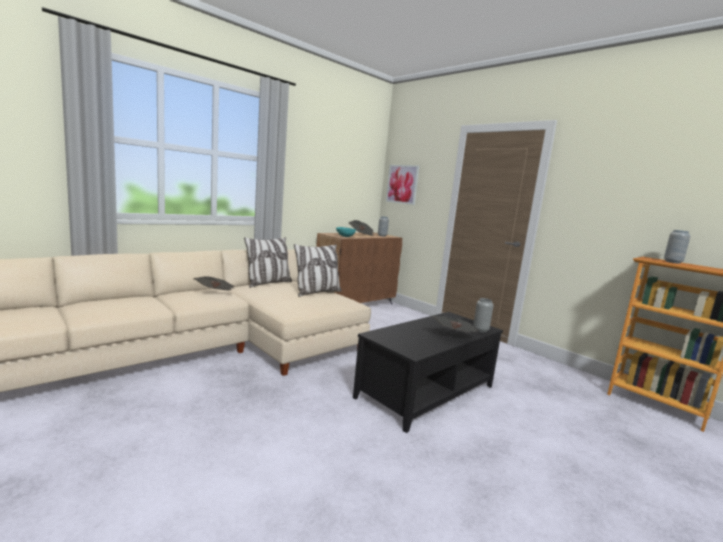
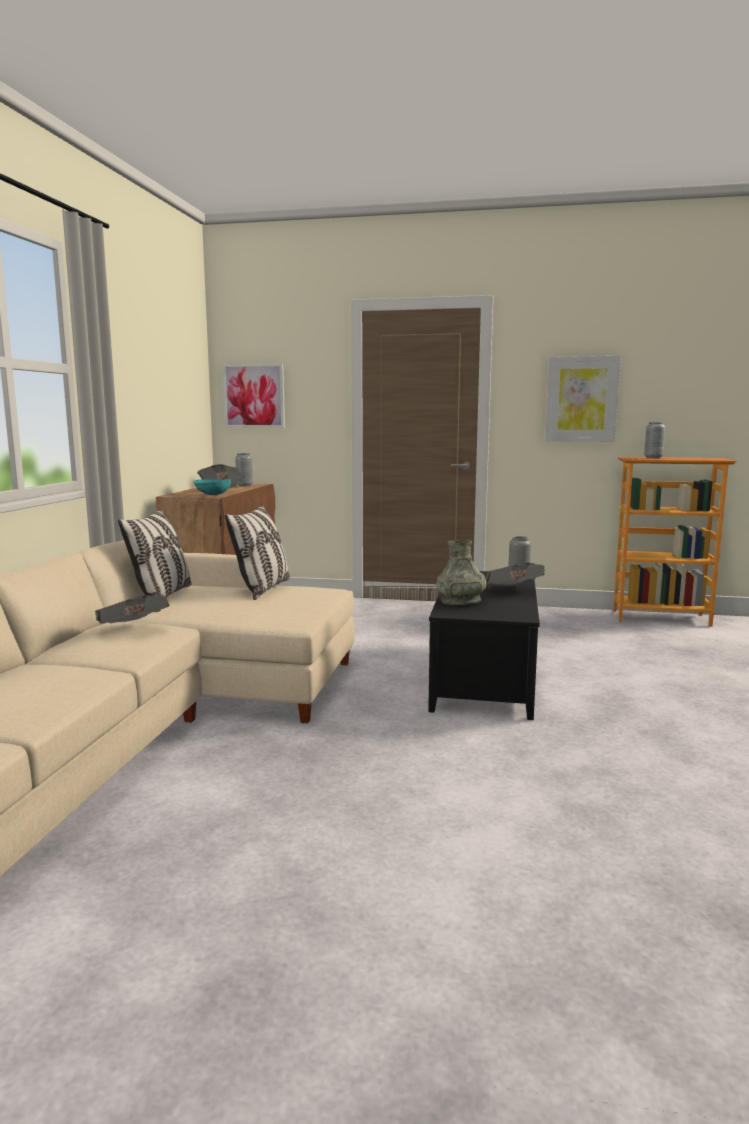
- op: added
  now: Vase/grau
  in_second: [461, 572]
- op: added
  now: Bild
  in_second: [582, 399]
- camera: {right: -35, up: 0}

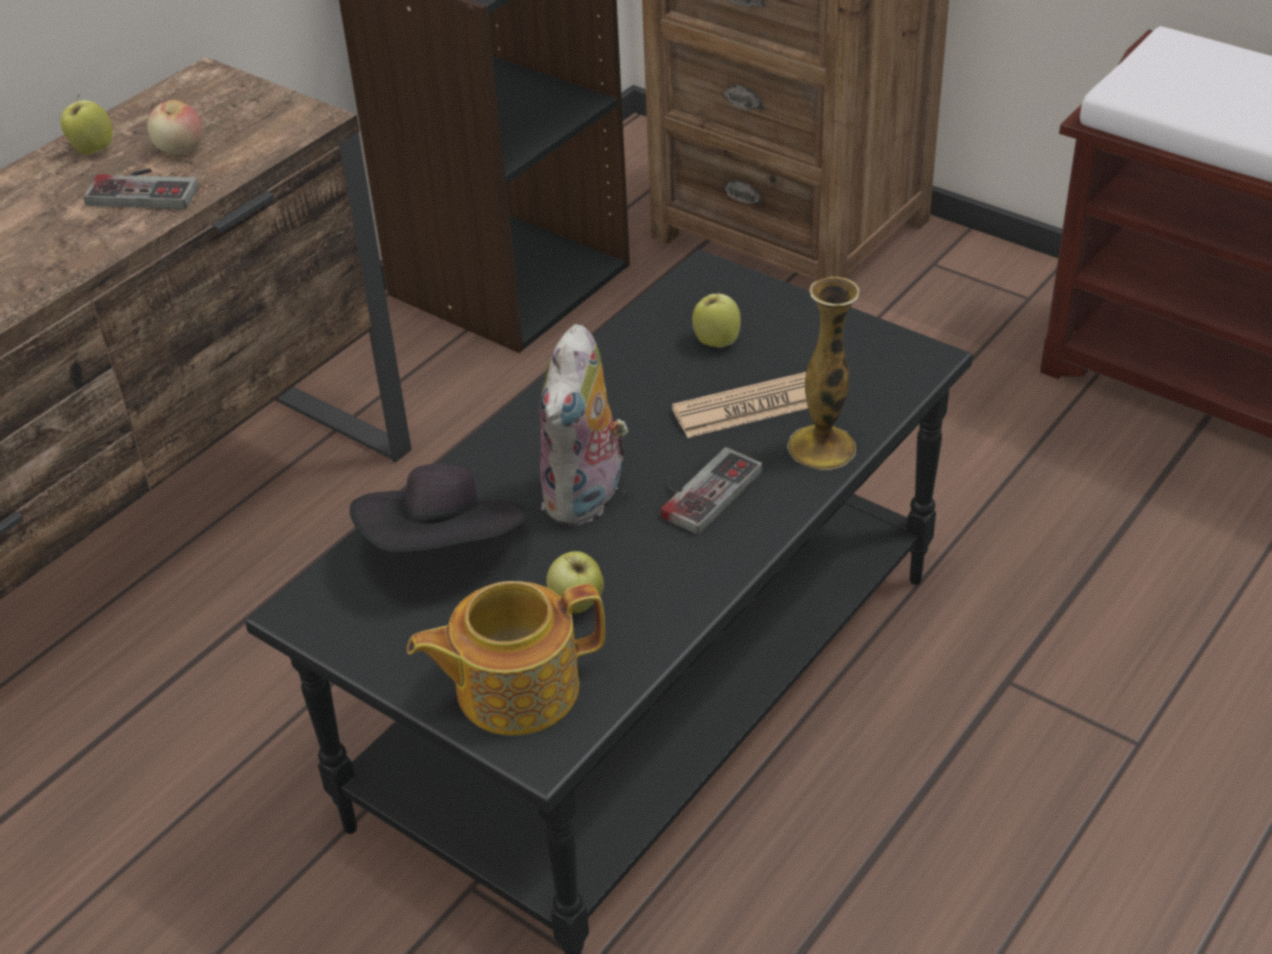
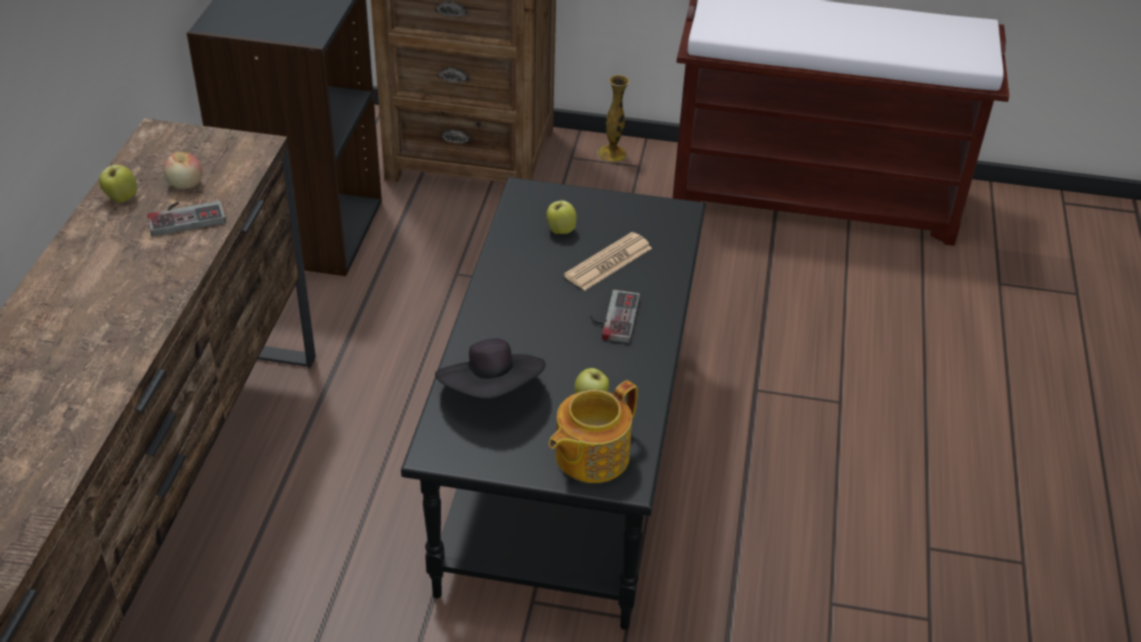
- op: removed
  was: Plüschtier
  in_first: [583, 425]
- op: moved
  was: Vase
  in_first: [823, 373]
  in_second: [613, 118]
- camera: {right: -30, up: 0}

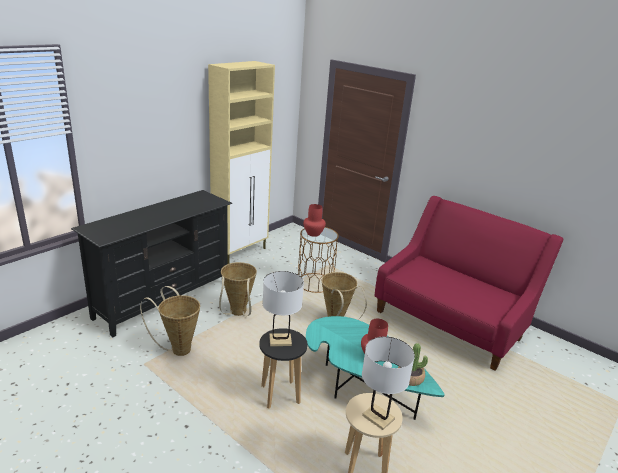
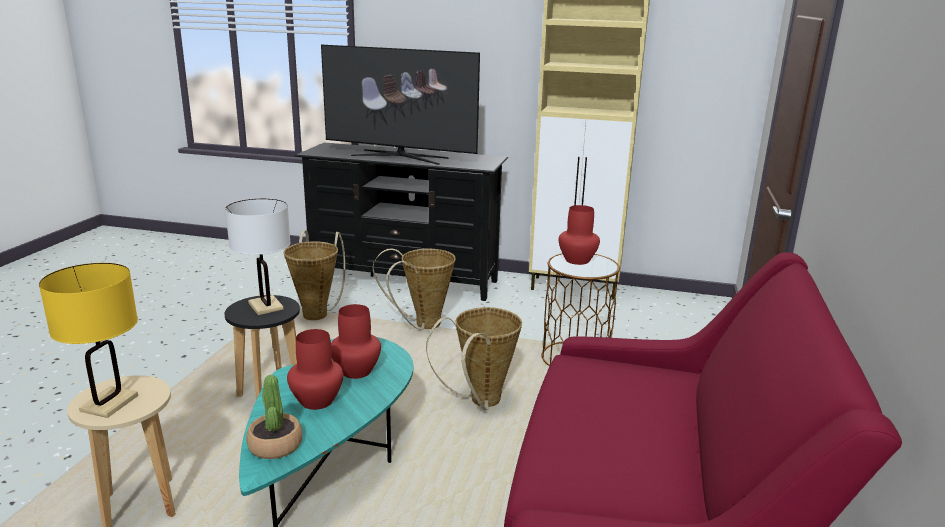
- op: recoloured
  was: Tischlampe/weiß
  now: Tischlampe/gelb
  in_first: [388, 383]
  in_second: [88, 340]
- op: added
  now: Fernseher
  in_second: [400, 105]
- op: added
  now: Vase/rot
  in_second: [356, 341]
- camera: {right: 65, up: -5}

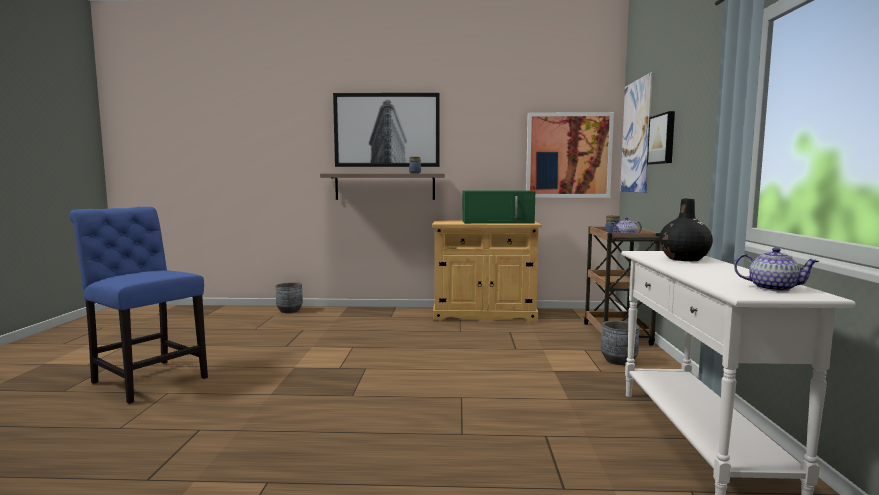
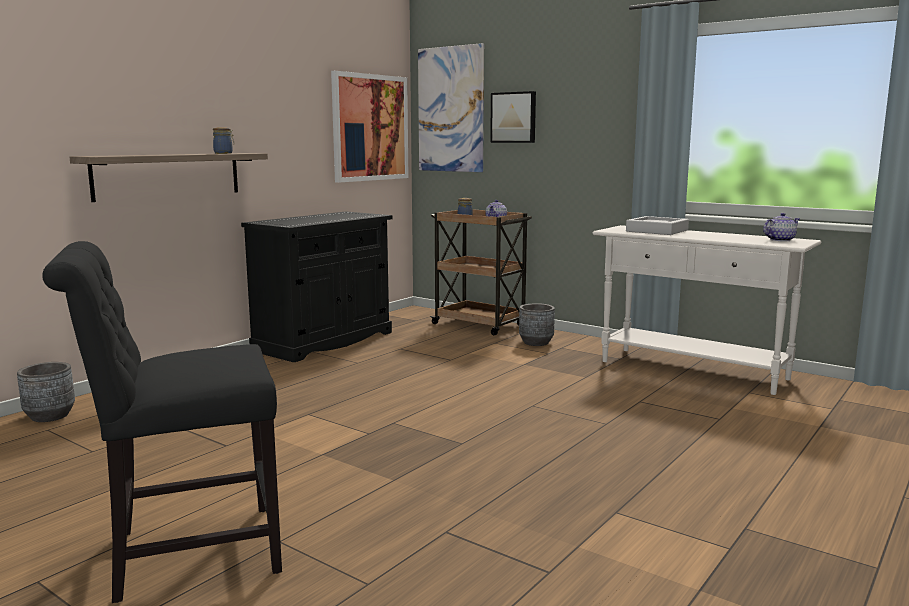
- op: recoloured
  was: Stuhl/blau
  now: Stuhl/schwarz
  in_first: [138, 305]
  in_second: [162, 422]
- op: removed
  was: Bild
  in_first: [386, 130]
- op: recoloured
  was: Schrank/beige
  now: Schrank/schwarz
  in_first: [487, 270]
  in_second: [316, 287]
- op: removed
  was: Mikrowelle/grün
  in_first: [498, 207]
- op: replaced
  was: Vase/schwarz
  now: Tablett/grau
  in_first: [686, 230]
  in_second: [657, 225]
- camera: {right: -55, up: 5}

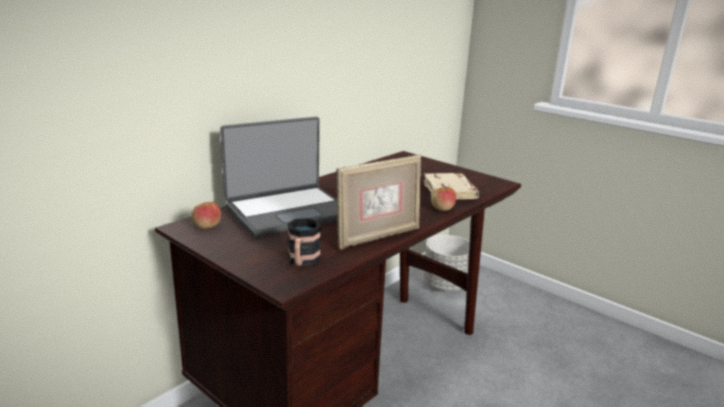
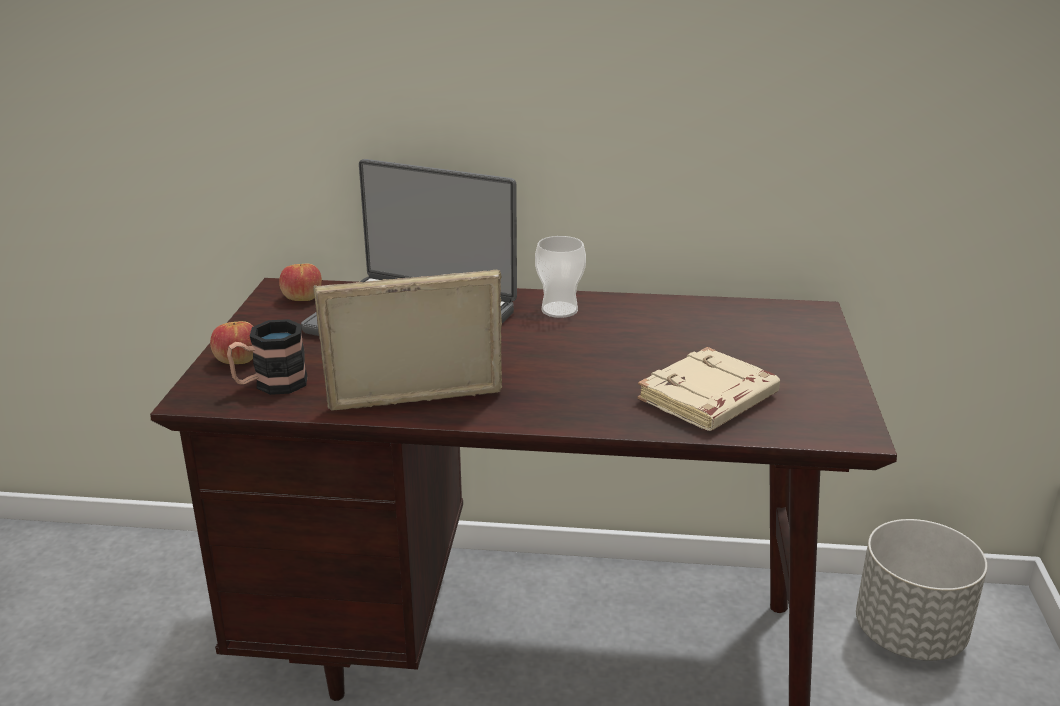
- op: turned
  was: Bilderrahmen
  in_first: [378, 202]
  in_second: [407, 340]
  clockwise: 150
- op: moved
  was: Apfel
  in_first: [443, 199]
  in_second: [231, 342]
- op: added
  now: Tasse
  in_second: [560, 277]
- camera: {right: 55, up: 5}

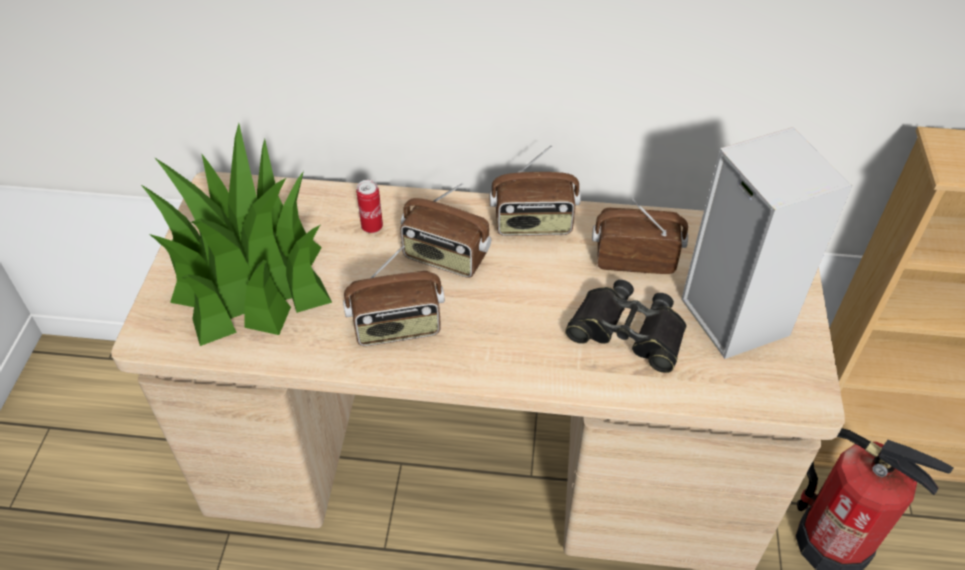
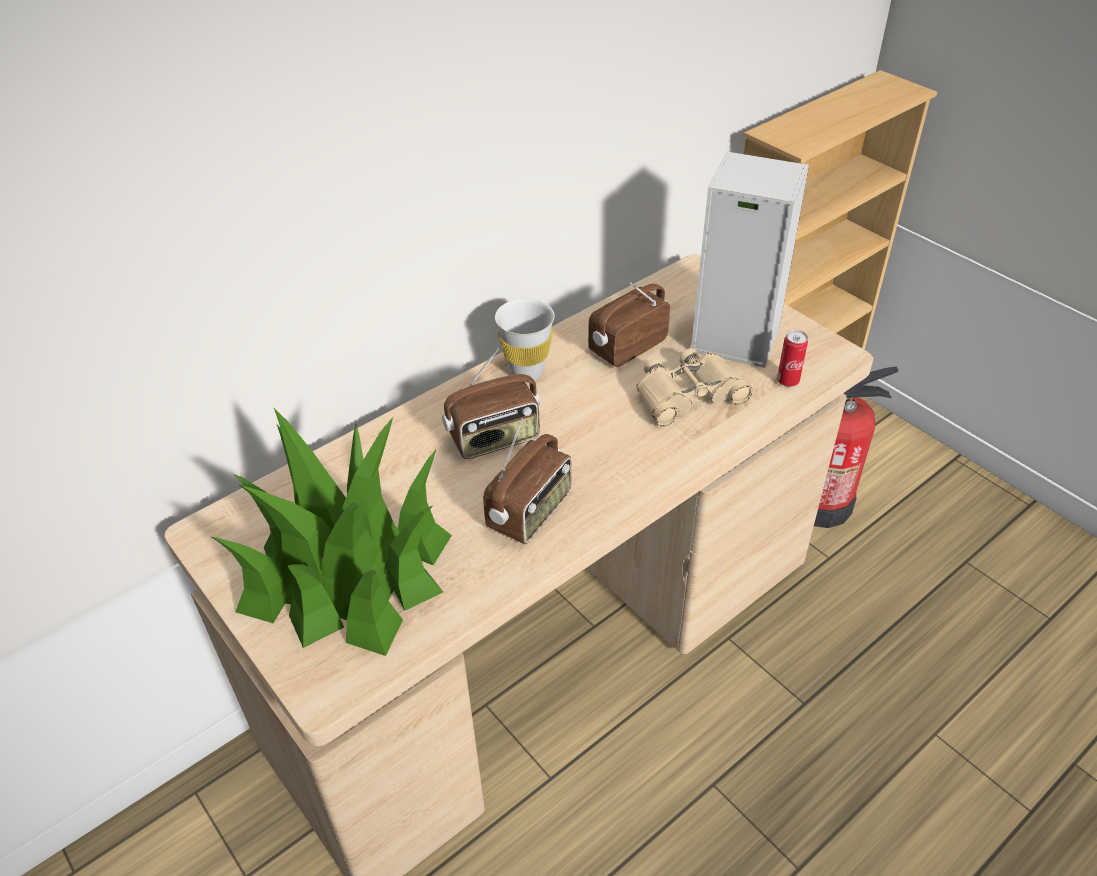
- op: moved
  was: Dose
  in_first: [369, 206]
  in_second: [792, 358]
- op: replaced
  was: Radio
  now: Tasse/weiß
  in_first: [535, 190]
  in_second: [525, 339]
- op: recoloured
  was: Fernglas/schwarz
  now: Fernglas/beige
  in_first: [626, 326]
  in_second: [694, 387]
- camera: {right: -45, up: -5}

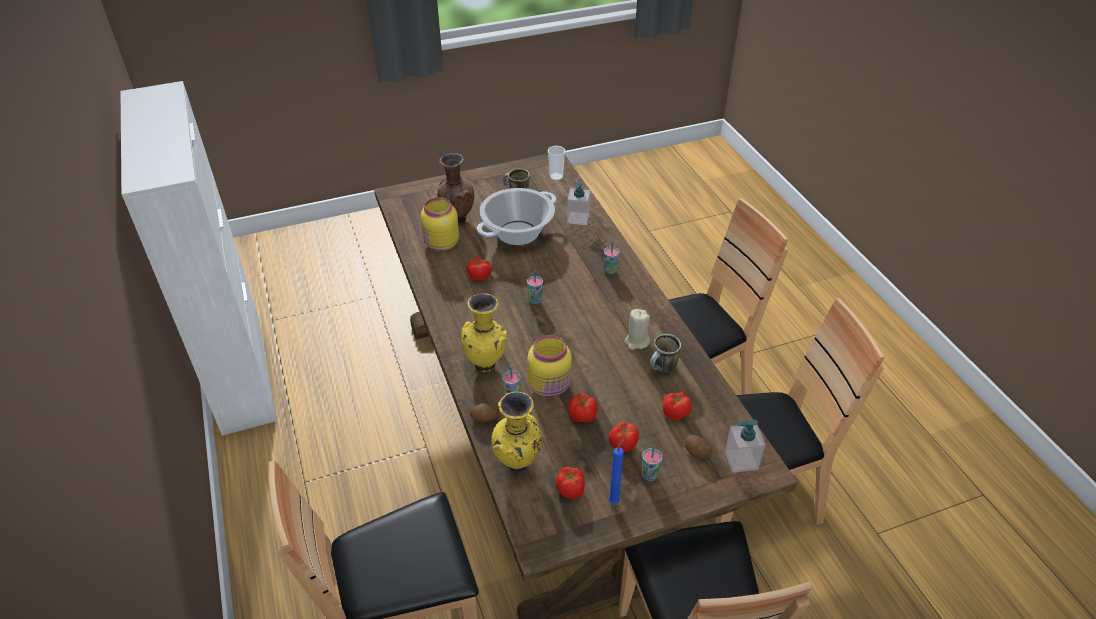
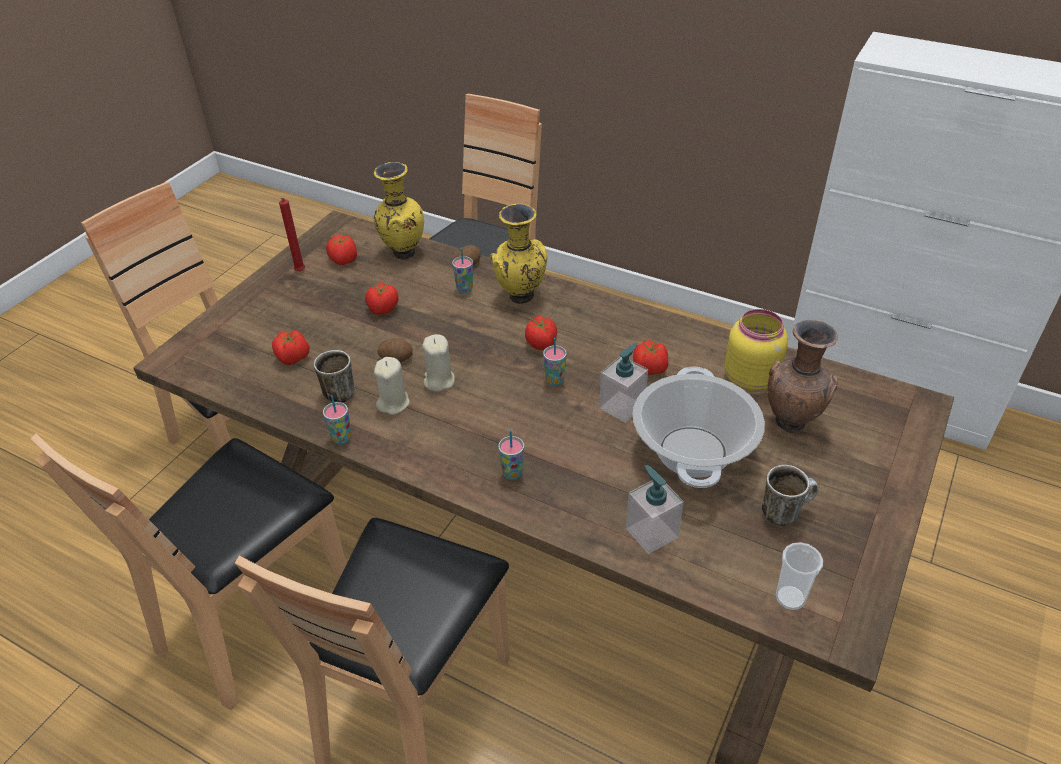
- op: removed
  was: Vorratsglas/gelb
  in_first: [549, 366]
- op: moved
  was: Tomate
  in_first: [624, 437]
  in_second: [541, 333]
- op: recoloured
  was: Kerze/blau
  now: Kerze/rot
  in_first: [617, 471]
  in_second: [292, 235]
- op: moved
  was: Tasse
  in_first: [652, 463]
  in_second: [337, 419]
- op: moved
  was: Kartoffel
  in_first: [698, 447]
  in_second: [395, 350]
- op: moved
  was: Seifenspender
  in_first: [745, 446]
  in_second: [623, 383]
- op: added
  now: Kerze/beige
  in_second: [438, 363]
- camera: {right: 140, up: 0}

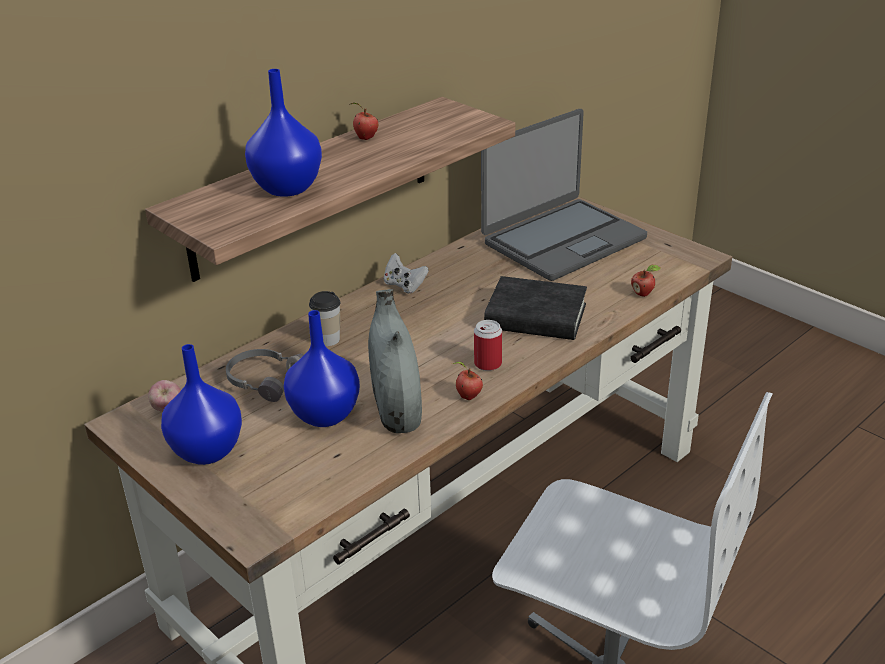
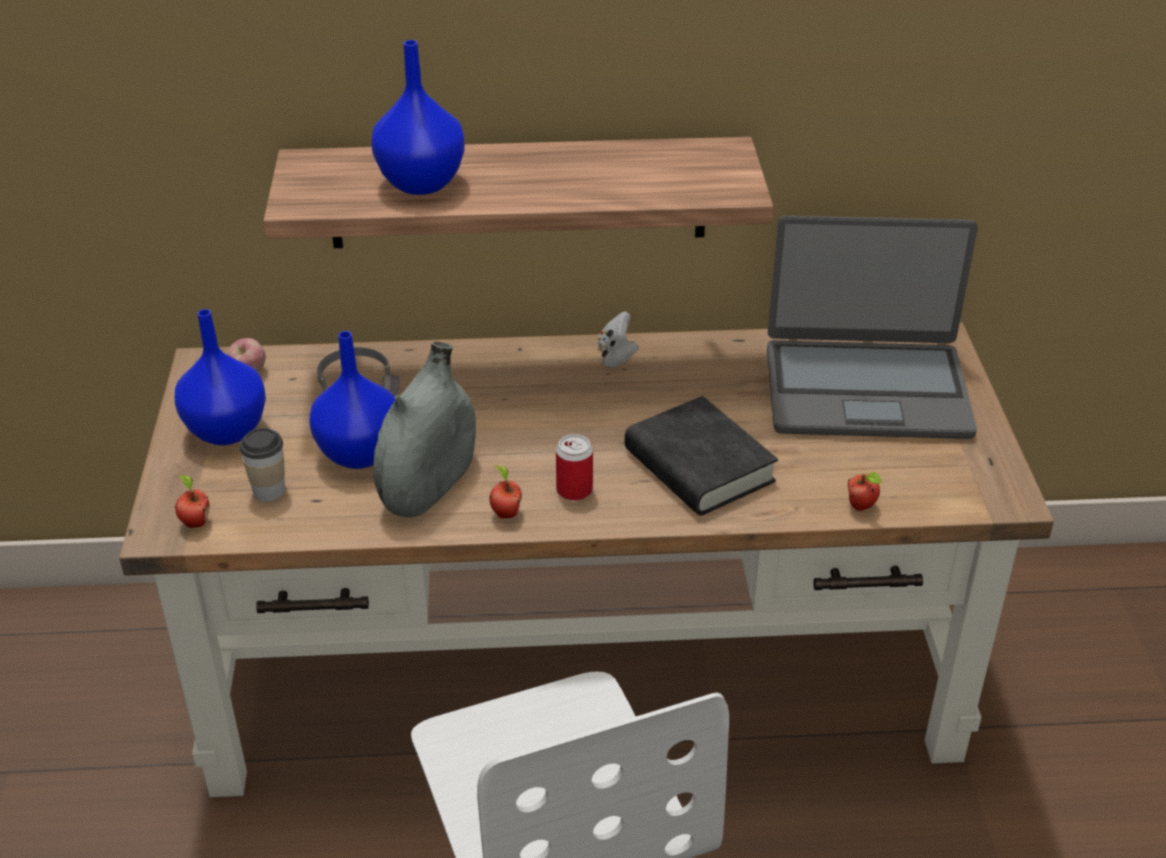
- op: moved
  was: Tasse
  in_first: [324, 318]
  in_second: [262, 464]
- op: moved
  was: Apfel
  in_first: [364, 121]
  in_second: [192, 501]
- camera: {right: 40, up: 5}

